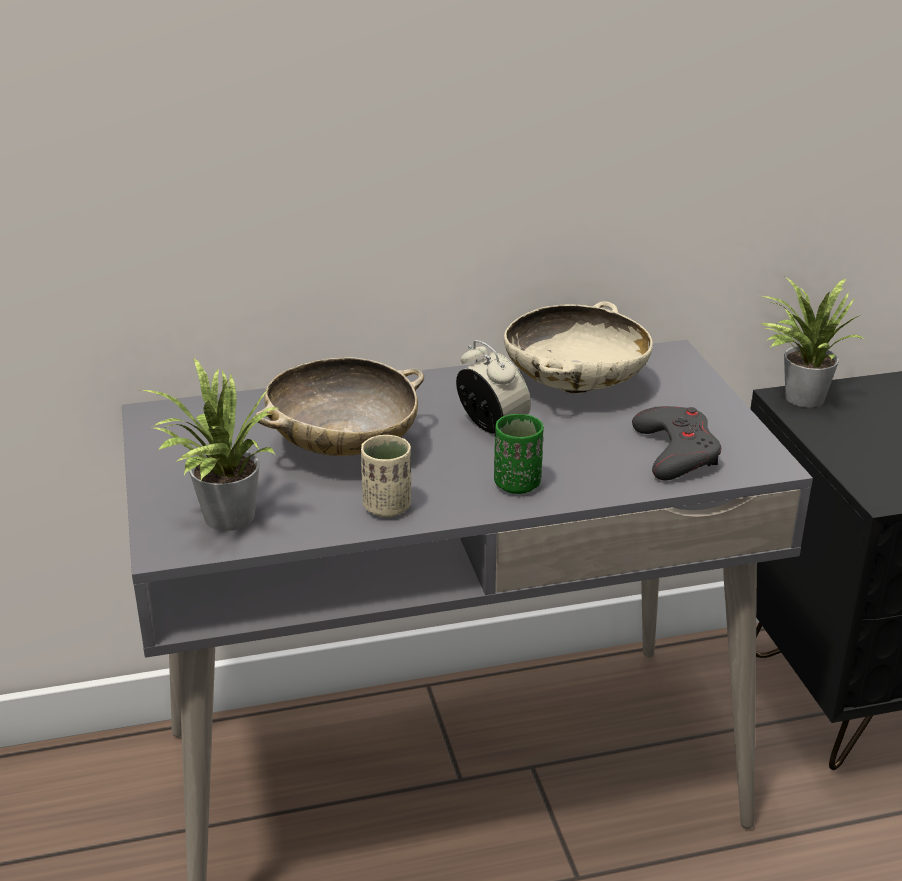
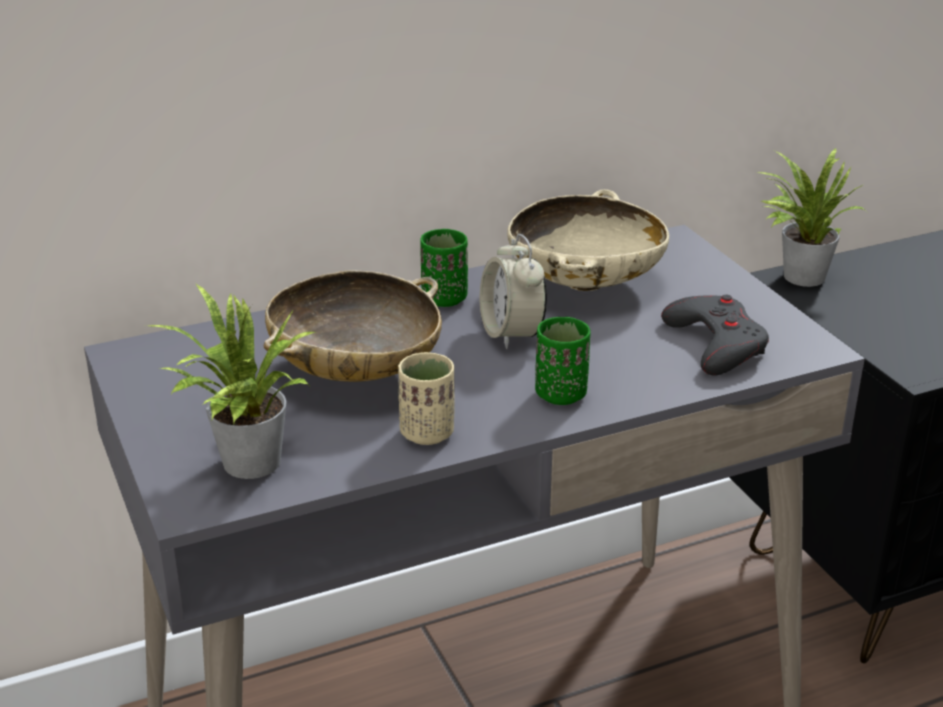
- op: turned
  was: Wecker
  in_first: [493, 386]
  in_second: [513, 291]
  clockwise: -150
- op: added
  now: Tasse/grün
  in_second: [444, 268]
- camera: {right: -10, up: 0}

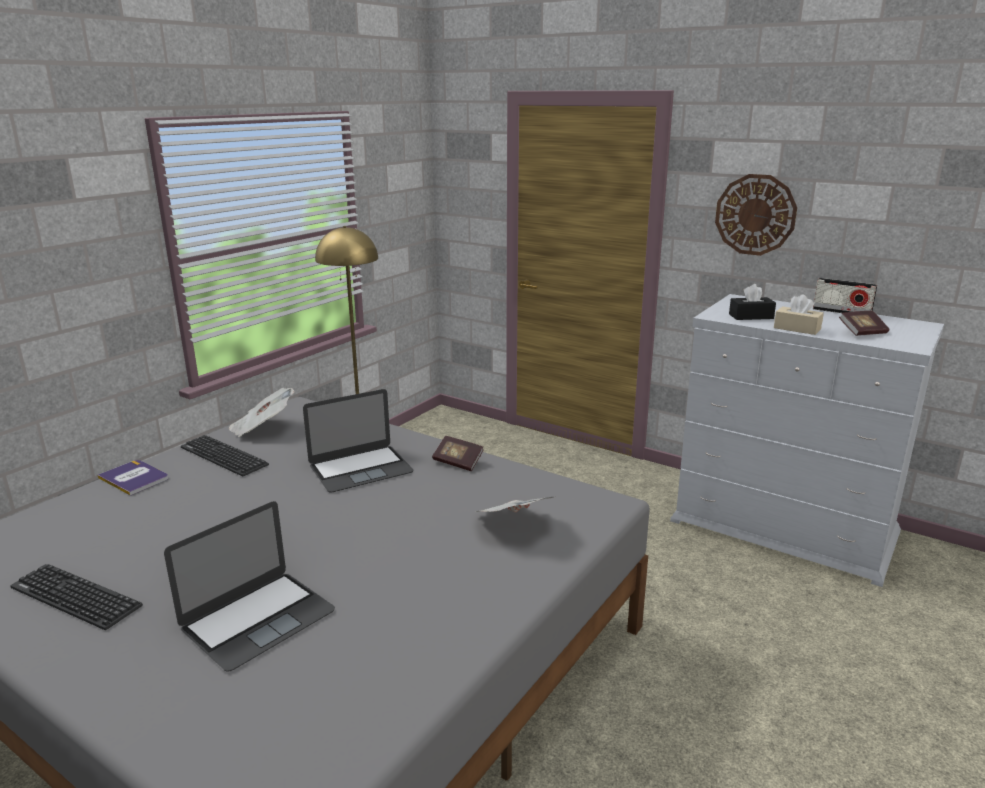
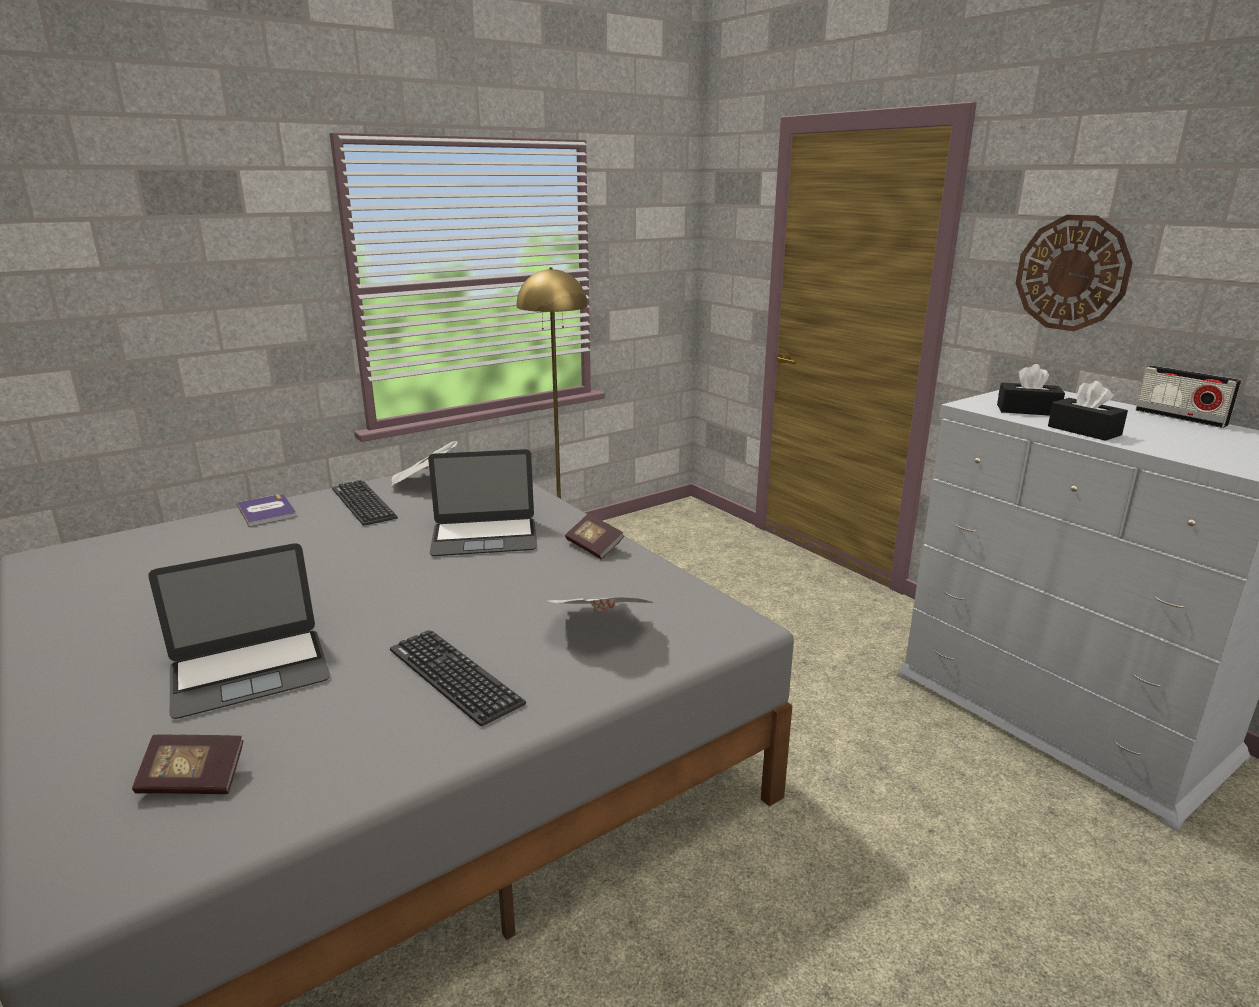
- op: moved
  was: Tastatur
  in_first: [76, 597]
  in_second: [458, 678]
- op: recoloured
  was: Taschentuchbox/beige
  now: Taschentuchbox/schwarz
  in_first: [799, 314]
  in_second: [1088, 411]
- op: moved
  was: Buch
  in_first: [864, 323]
  in_second: [188, 764]
- camera: {right: 20, up: 0}

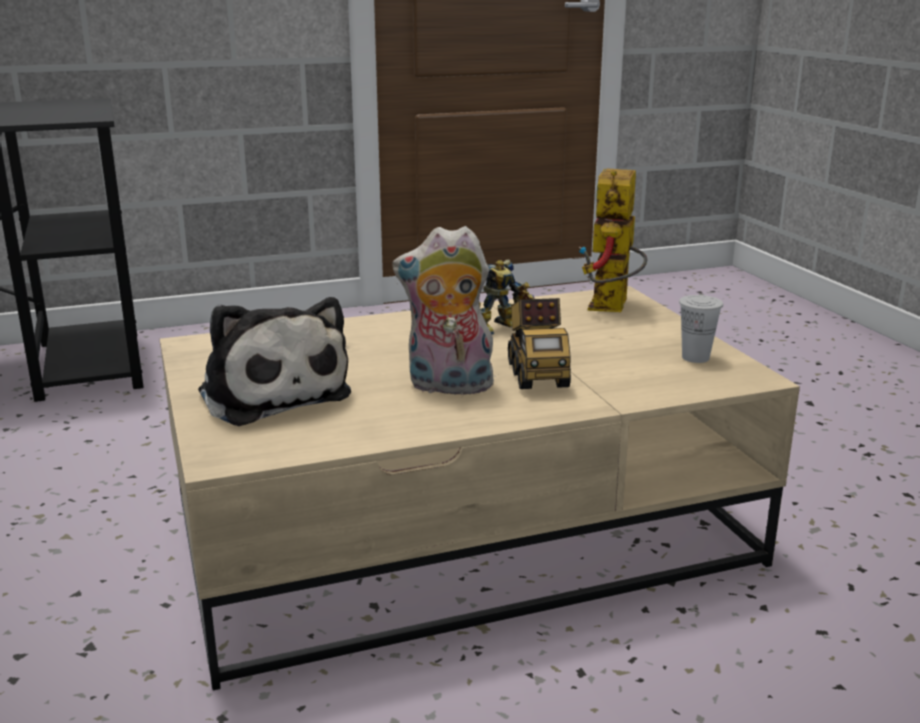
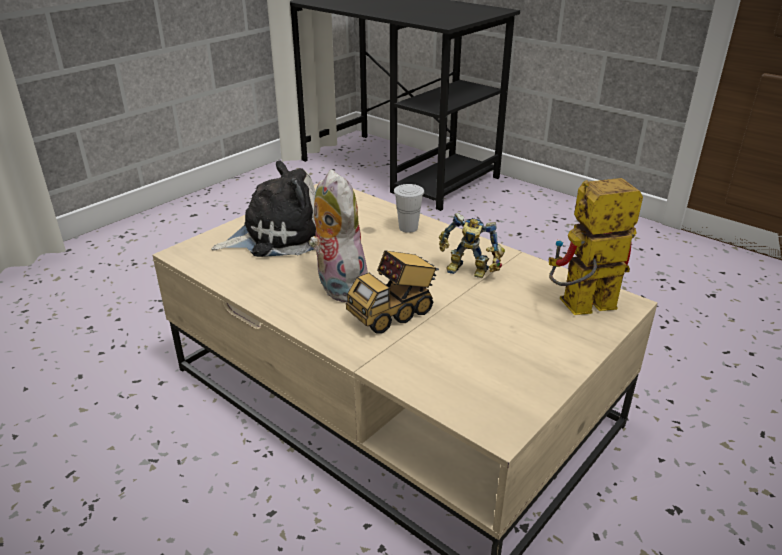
- op: turned
  was: Plüschtier
  in_first: [274, 361]
  in_second: [263, 209]
  clockwise: -135
- op: moved
  was: Tasse/weiß
  in_first: [701, 329]
  in_second: [409, 208]
- camera: {right: 60, up: 10}

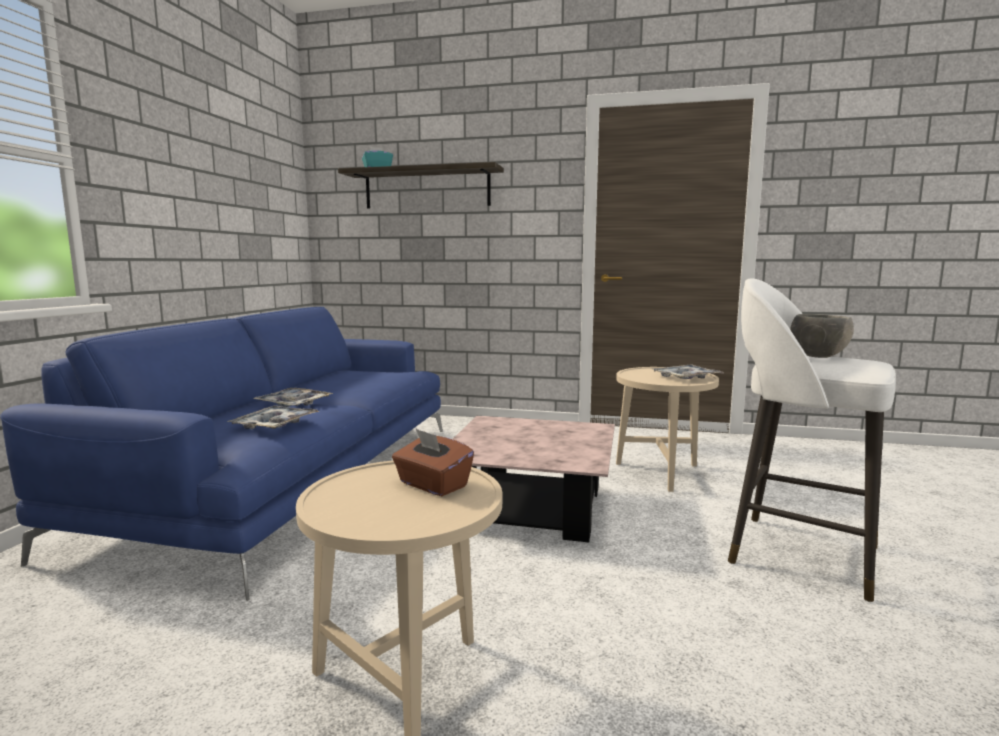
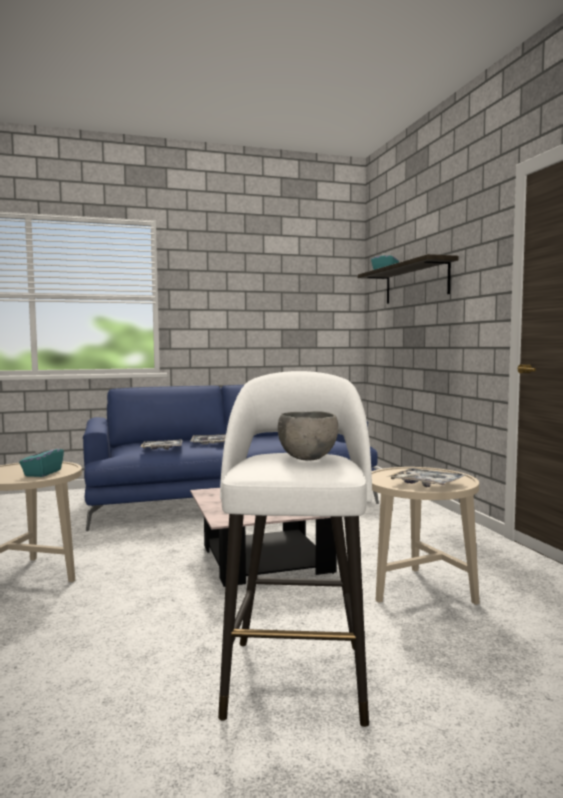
- op: recoloured
  was: Taschentuchbox/braun
  now: Taschentuchbox/türkis
  in_first: [433, 462]
  in_second: [41, 459]
- camera: {right: 60, up: -5}

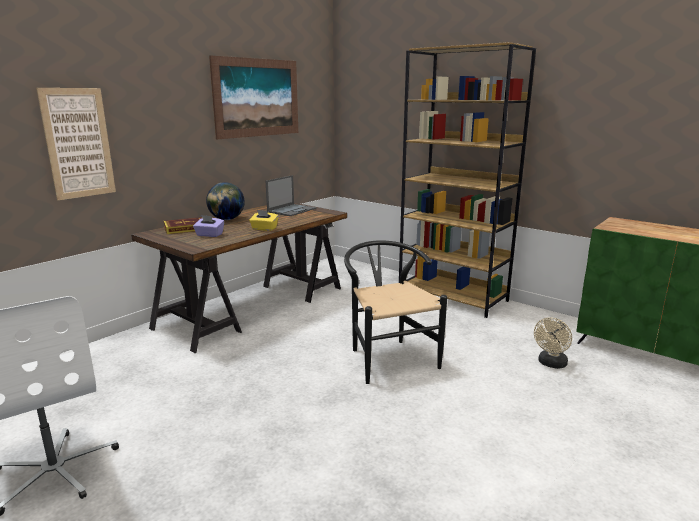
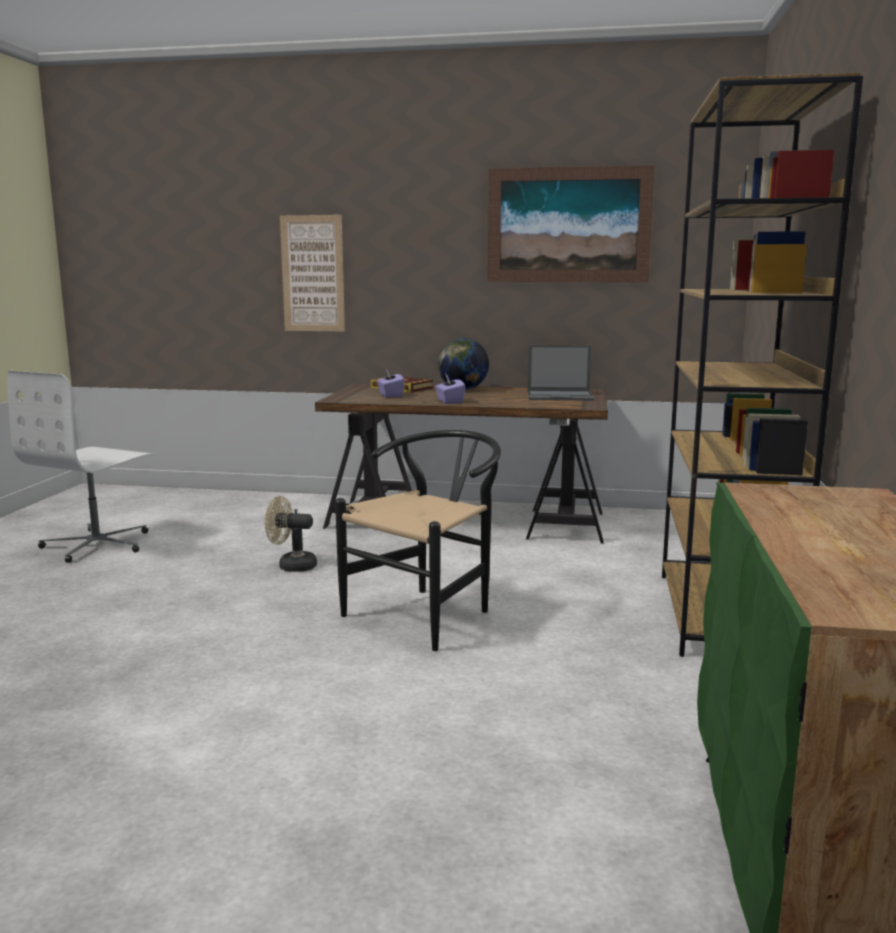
- op: recoloured
  was: Taschentuchbox/gelb
  now: Taschentuchbox/lila
  in_first: [264, 220]
  in_second: [450, 389]
- op: moved
  was: Ventilator/beige
  in_first: [553, 343]
  in_second: [291, 534]
- camera: {right: 60, up: -5}

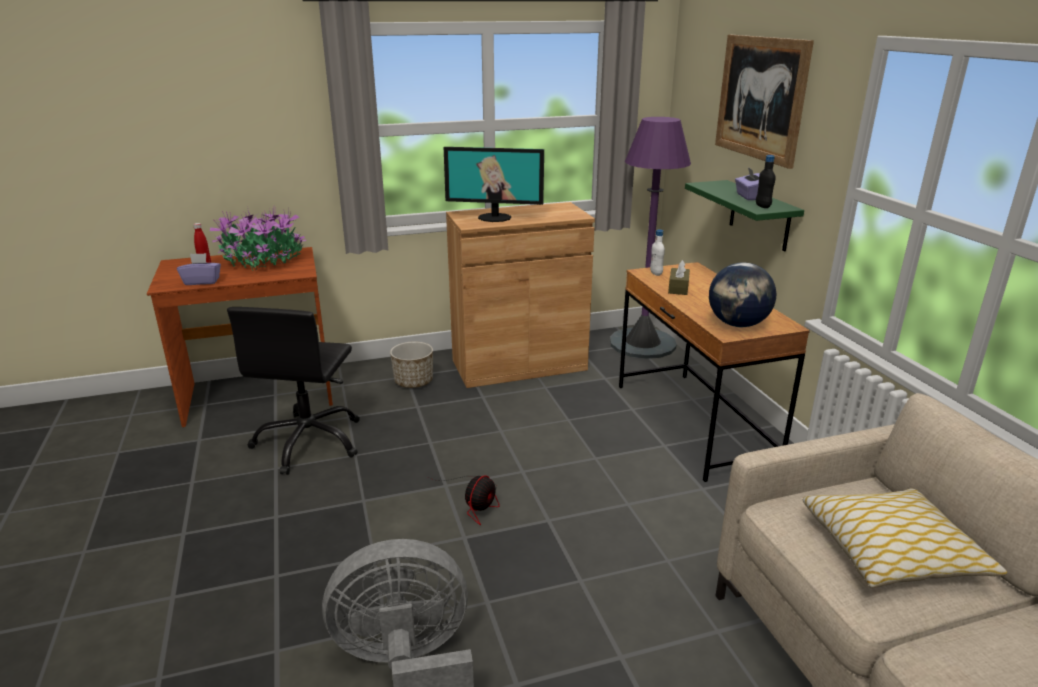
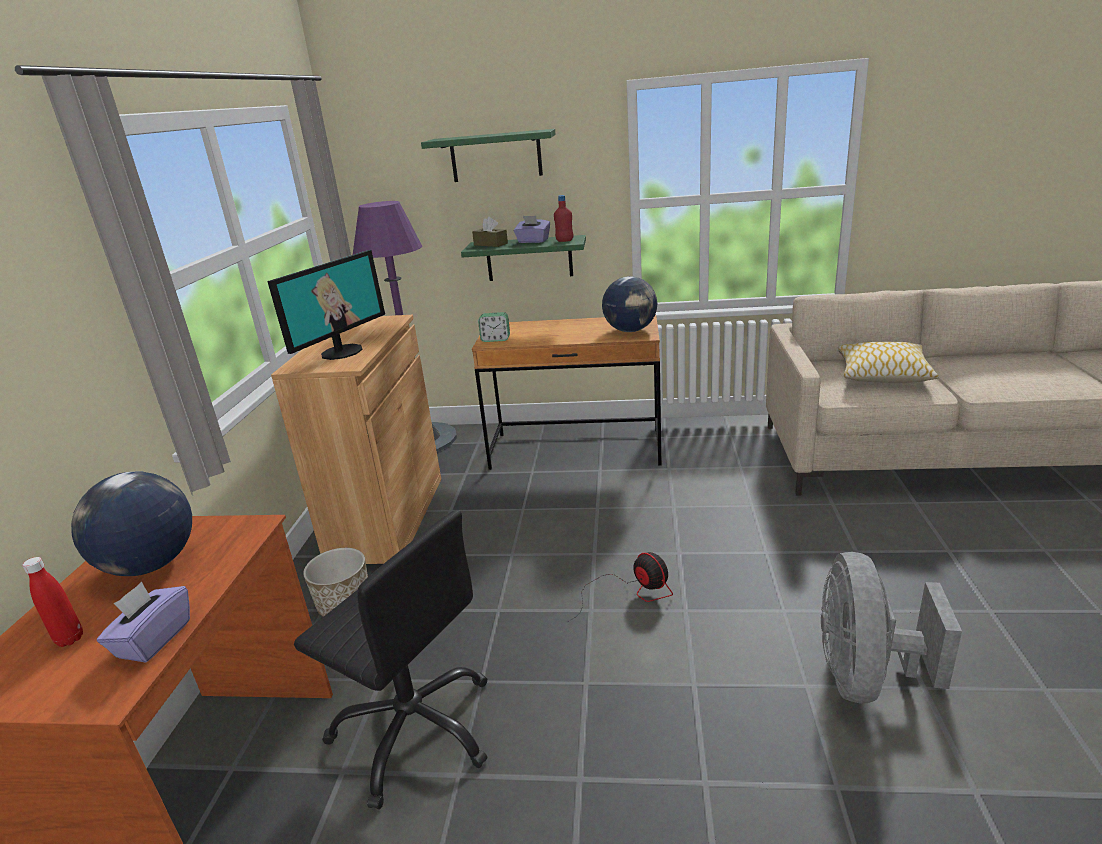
- op: replaced
  was: Topfpflanze
  now: Globus
  in_first: [258, 239]
  in_second: [131, 523]
- op: replaced
  was: Flasche/weiß
  now: Wecker
  in_first: [657, 252]
  in_second: [494, 327]
- op: moved
  was: Taschentuchbox/braun
  in_first: [679, 277]
  in_second: [490, 231]
- op: replaced
  was: Bild
  now: Wandregal/grün
  in_first: [764, 102]
  in_second: [488, 155]
- op: recoloured
  was: Flasche/schwarz
  now: Flasche/rot
  in_first: [766, 181]
  in_second: [563, 218]
- camera: {right: -65, up: 0}

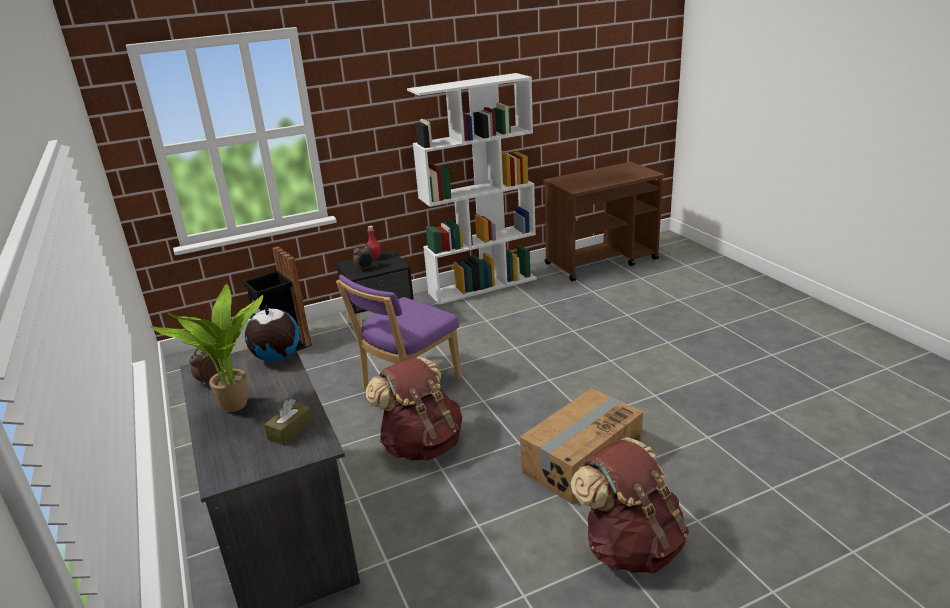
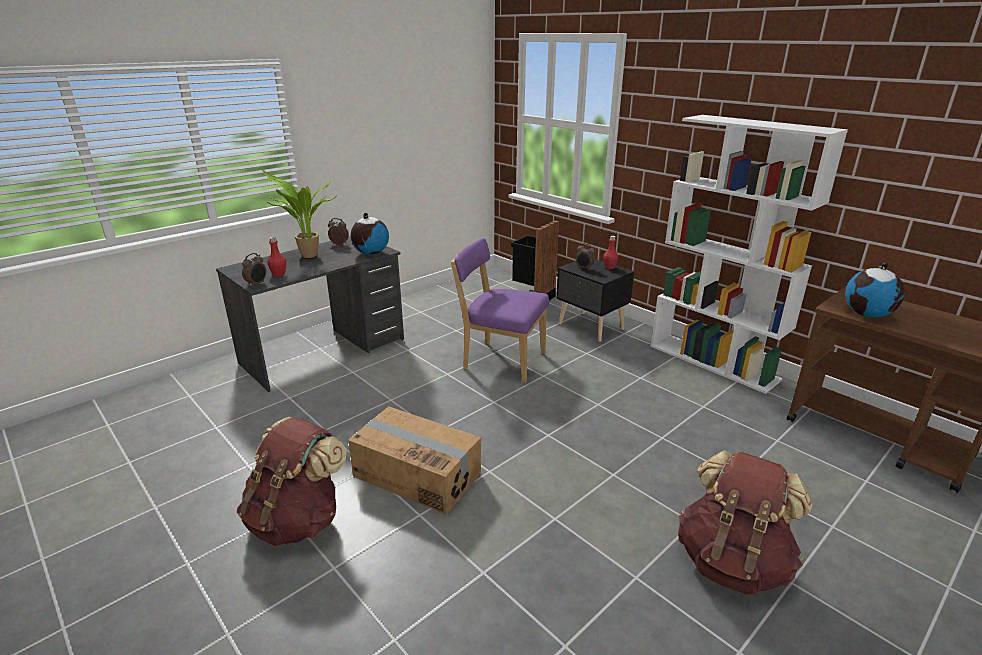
- op: replaced
  was: Taschentuchbox/braun
  now: Flasche/rot
  in_first: [288, 422]
  in_second: [277, 257]
- op: moved
  was: Rucksack/braun
  in_first: [414, 409]
  in_second: [745, 522]
- op: added
  now: Wecker
  in_second: [254, 270]
- op: added
  now: Globus
  in_second: [875, 290]
- camera: {right: 70, up: 0}

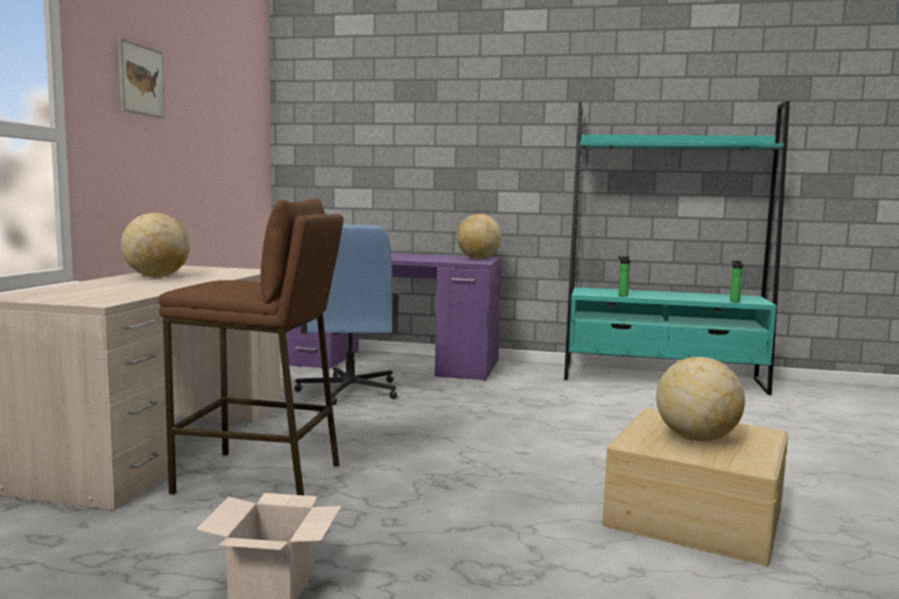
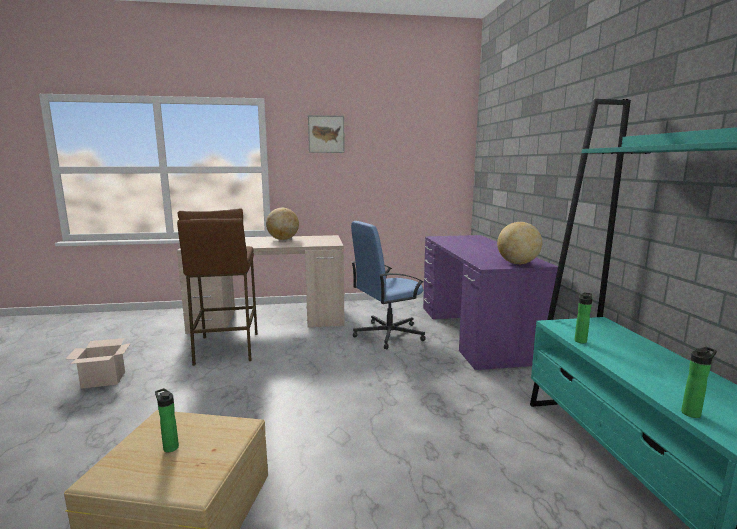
- op: replaced
  was: Globus
  now: Flasche
  in_first: [700, 399]
  in_second: [167, 420]
- camera: {right: 70, up: 5}

